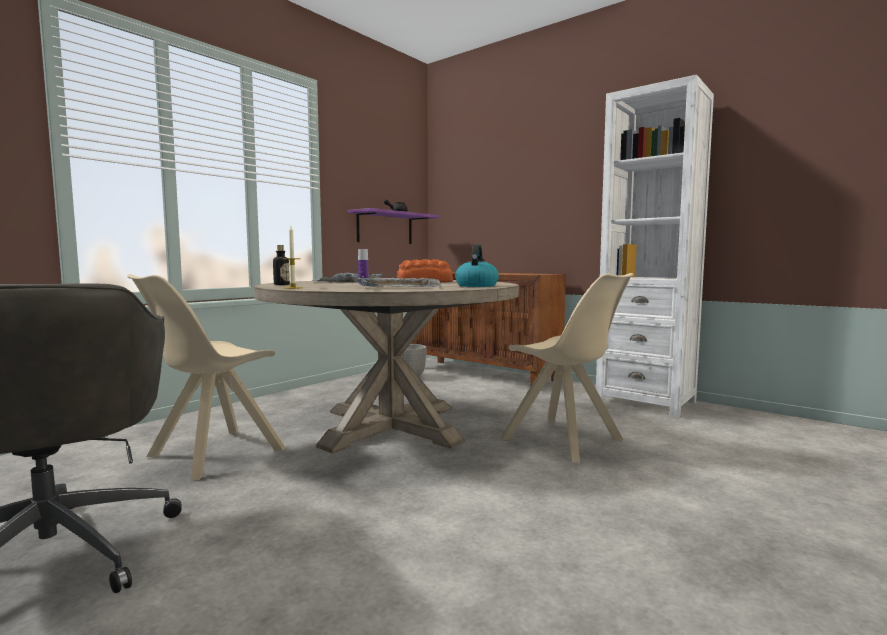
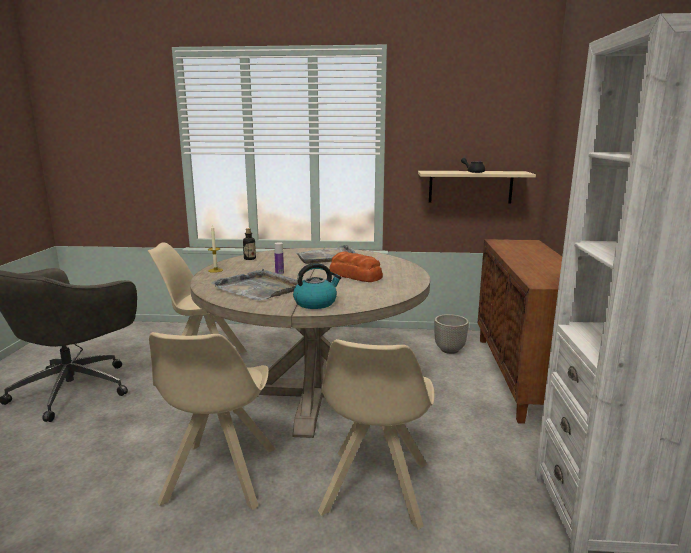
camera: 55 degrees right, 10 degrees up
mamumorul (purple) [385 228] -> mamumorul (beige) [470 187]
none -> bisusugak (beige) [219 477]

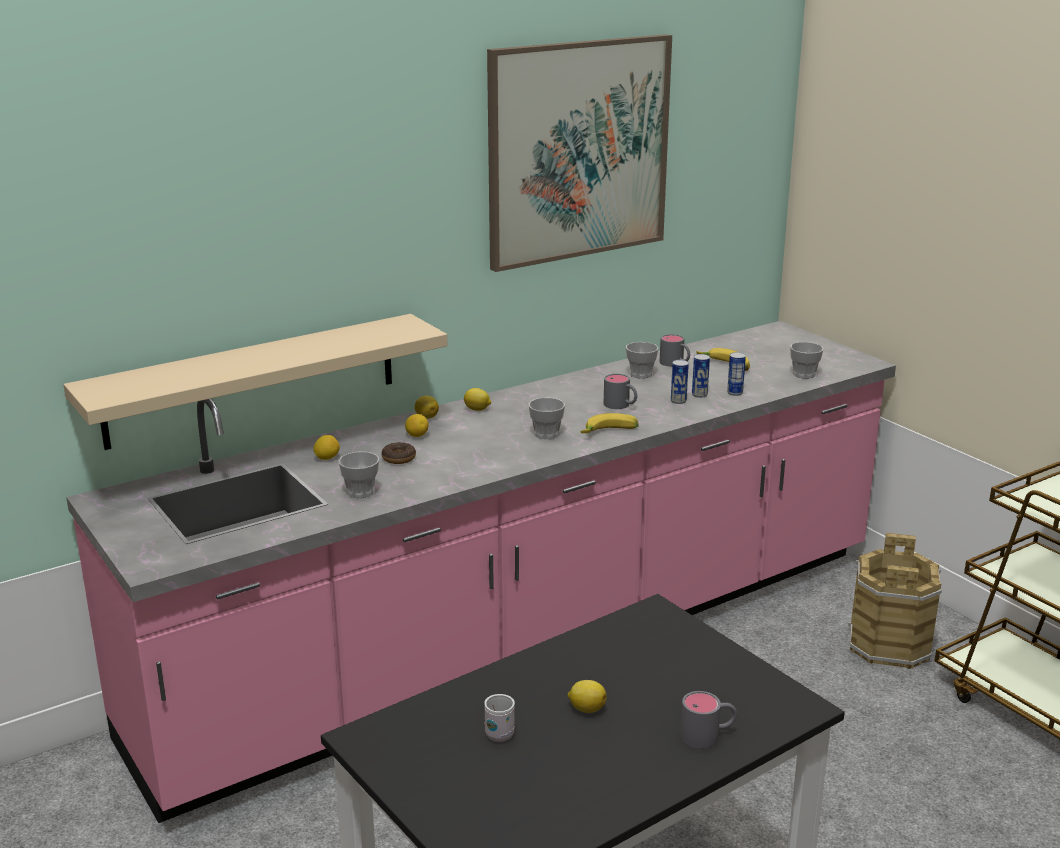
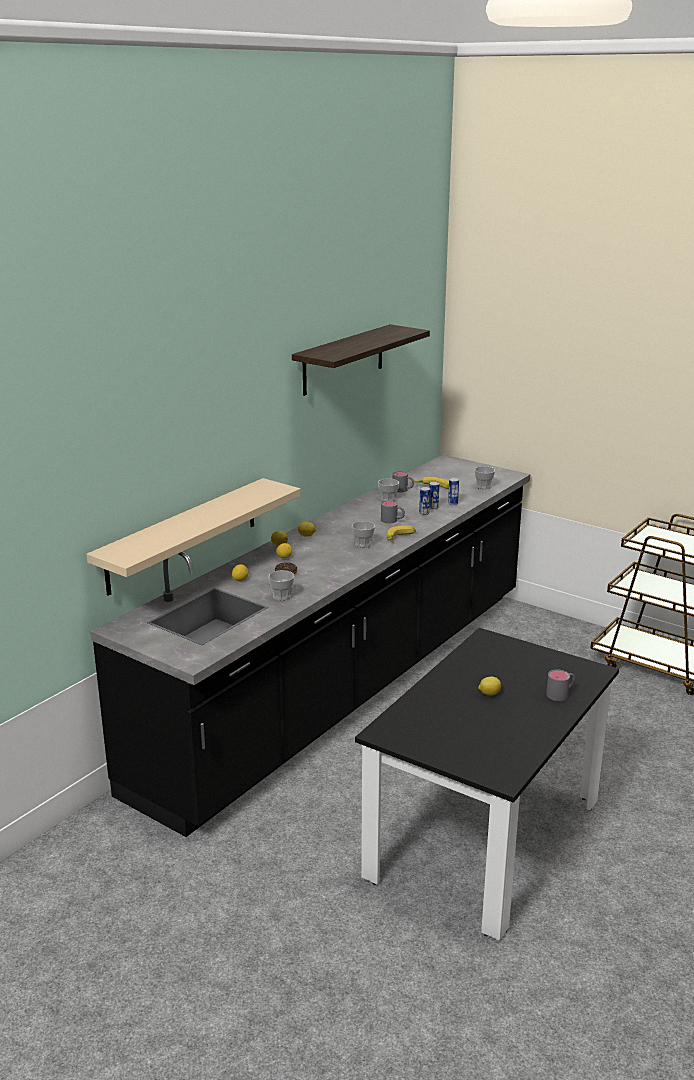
camera: 20 degrees left, 0 degrees up
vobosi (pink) [530 643] -> vobosi (black) [346 684]
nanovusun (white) [501 732] -> none
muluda [578 150] -> mamumorul [343 359]
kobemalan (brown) [888 644] -> none

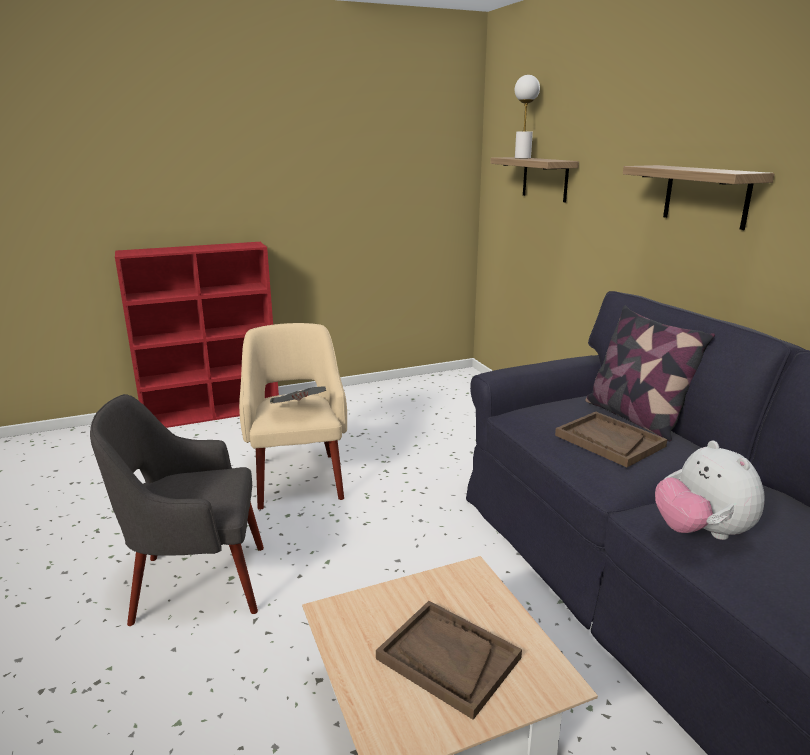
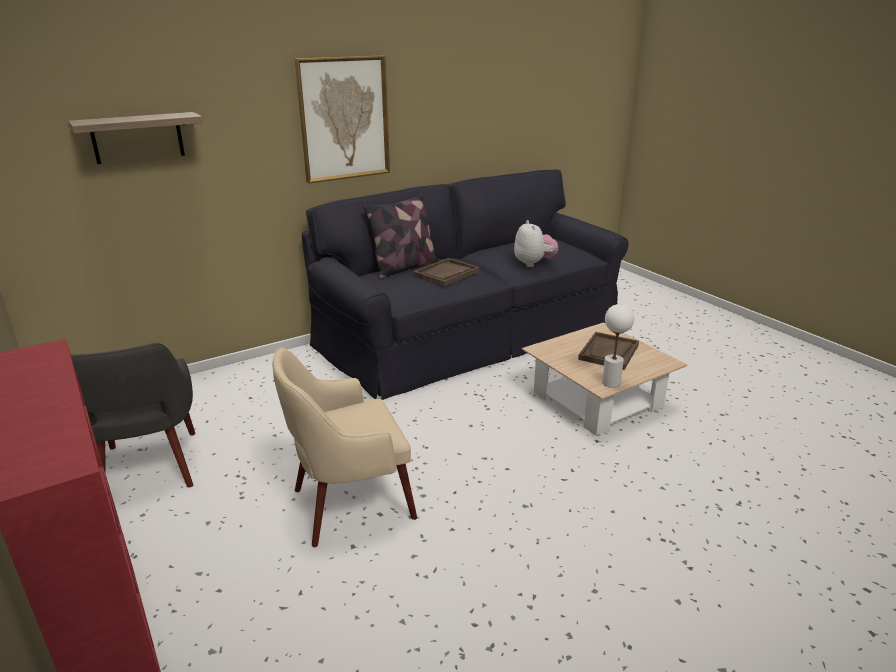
camera: 100 degrees left, 5 degrees up
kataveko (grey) [197 583] -> kataveko (grey) [150 467], shifted
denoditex [298 410] -> none
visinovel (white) [522 158] -> visinovel (white) [611 383], shifted
mamumorul [706 196] -> muluda [344 119]
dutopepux [701 532] -> dutopepux [534 263], 75 degrees counterclockwise

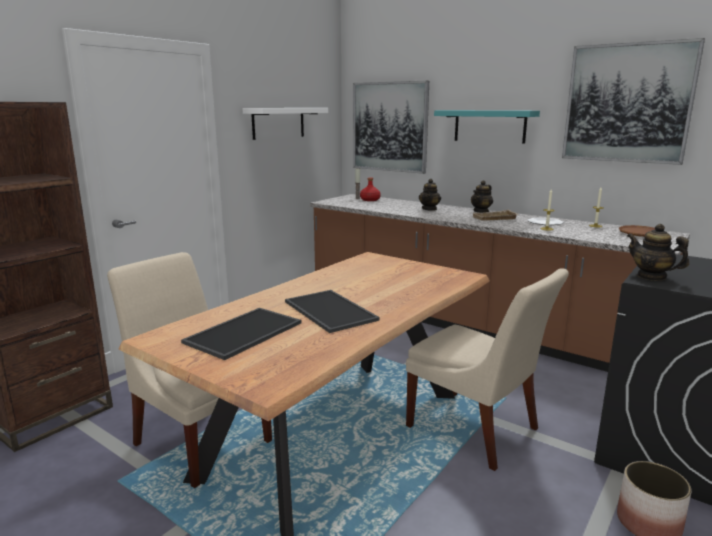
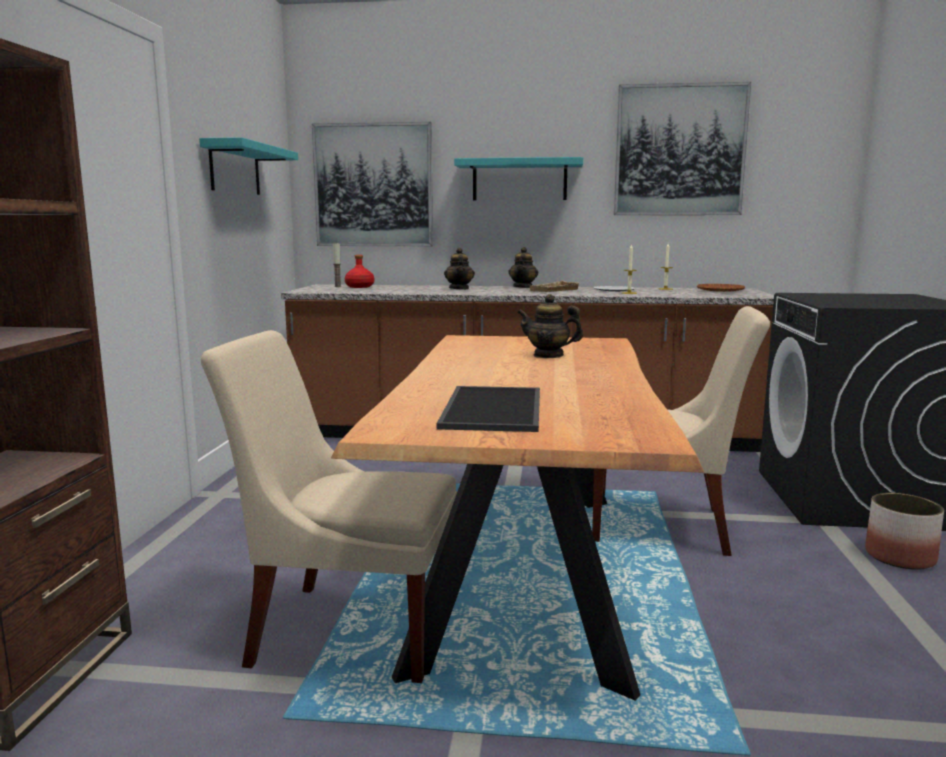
camera: 30 degrees left, 5 degrees down
mamumorul (white) [278 123] -> mamumorul (turquoise) [235 169]
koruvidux [328 310] -> none
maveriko [651 276] -> maveriko [548 355], shifted

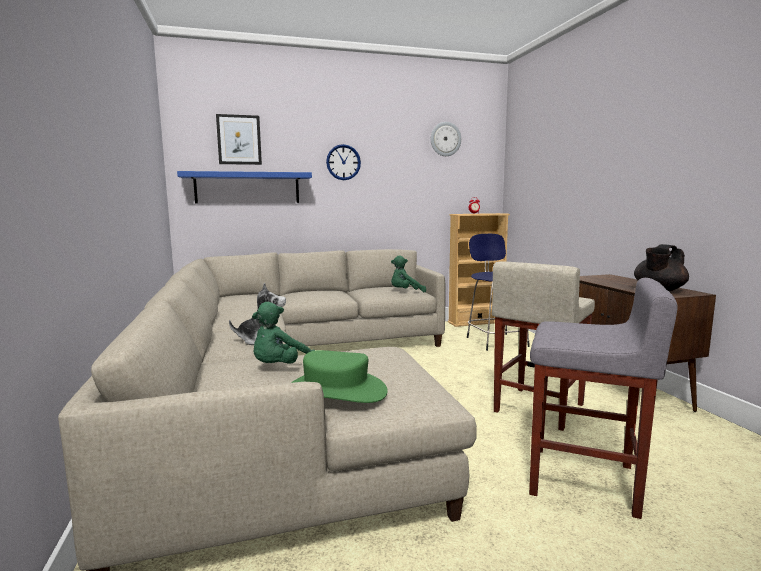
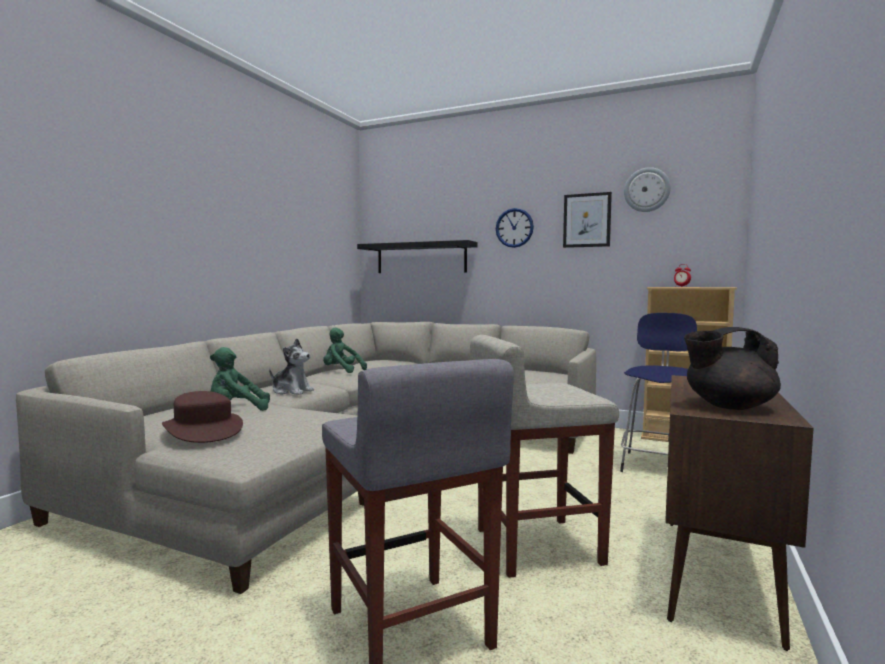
camera: 40 degrees right, 5 degrees down
mamumorul (blue) [247 188] -> mamumorul (black) [421 258]
muluda [239 140] -> muluda [587 220], shifted
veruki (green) [336 391] -> veruki (brown) [203 430]
dutopepux (green) [405 292] -> dutopepux (green) [341 371], shifted

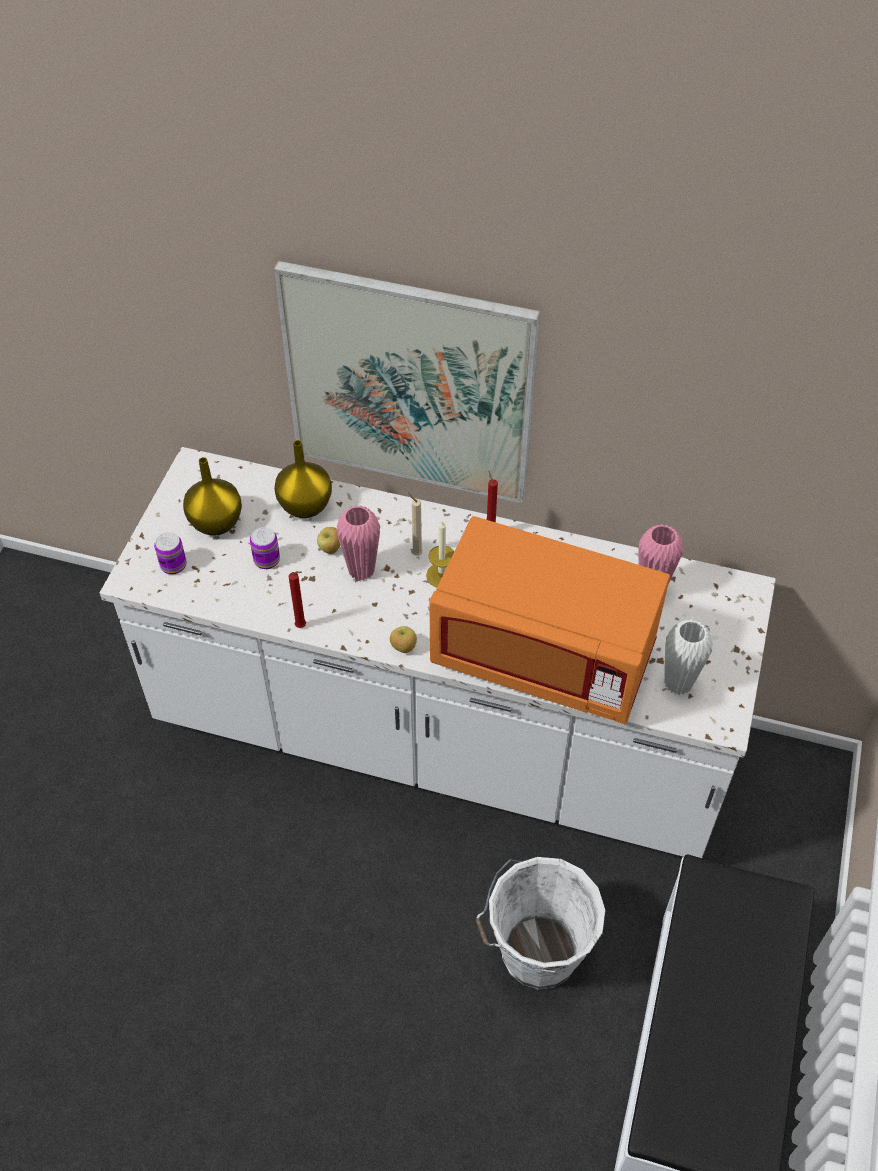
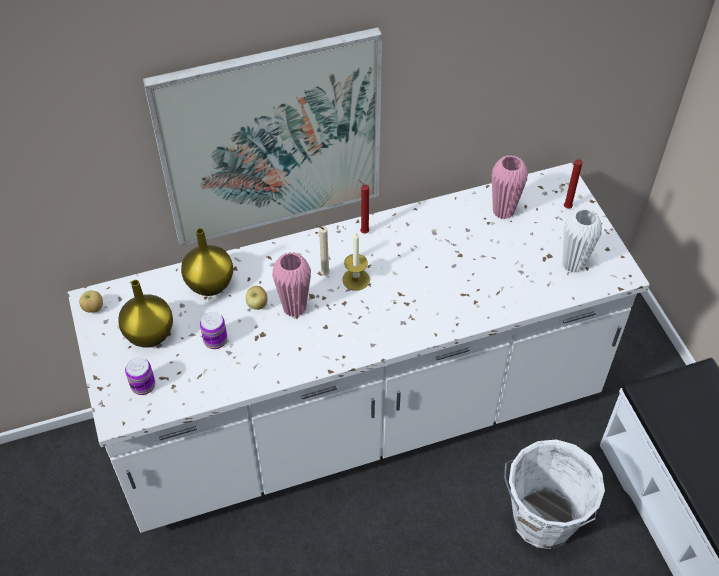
camera: 35 degrees left, 0 degrees up
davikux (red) [302 626] -> davikux (red) [569 207], shifted
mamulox [403 648] -> mamulox [93 309], shifted
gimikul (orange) [544 656] -> none

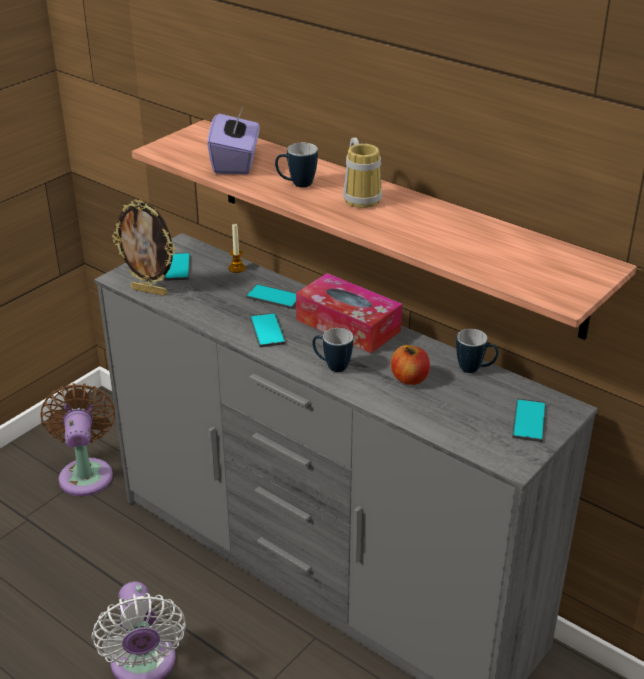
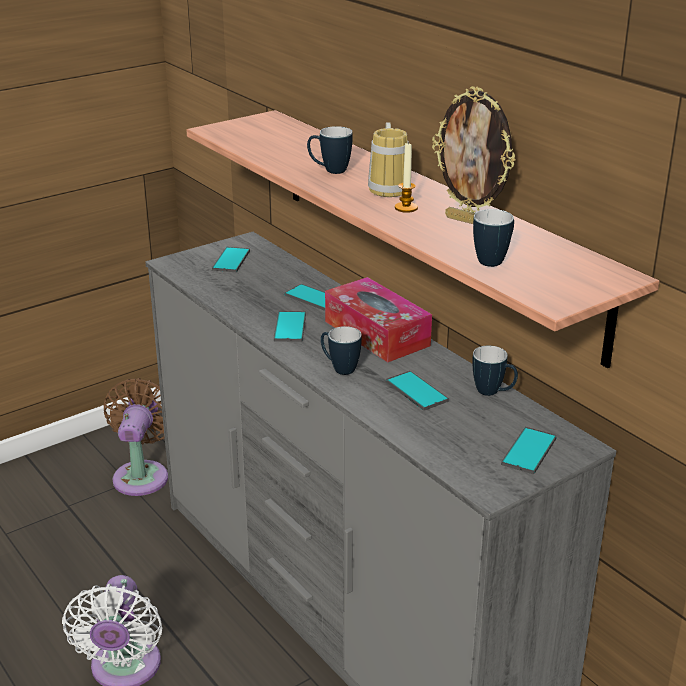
camera: 15 degrees right, 5 degrees down
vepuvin [150 291] -> vepuvin [470 221], shifted
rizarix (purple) [235 163] -> none
davikux [237 268] -> davikux [406 208], shifted
mamulox [409 378] -> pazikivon [416 391]
none -> nanovusun [495 260]

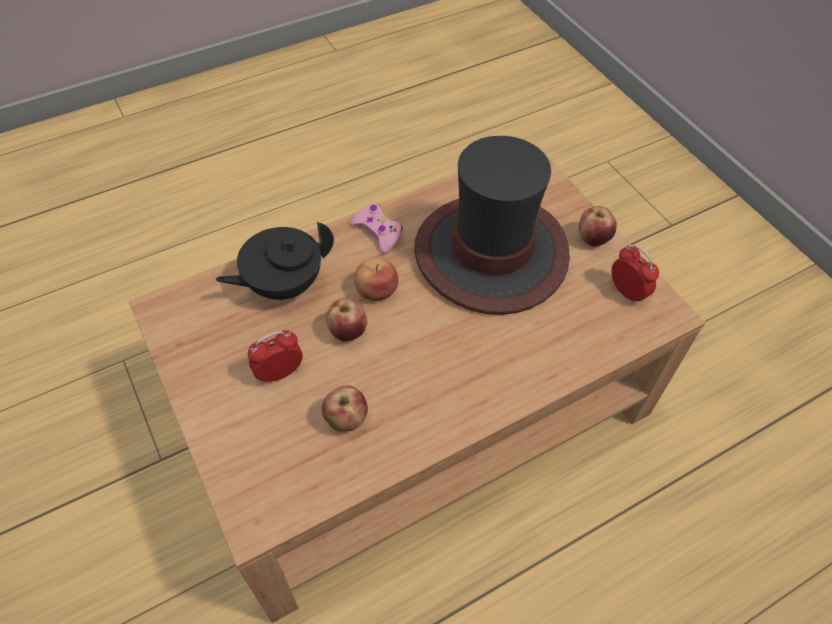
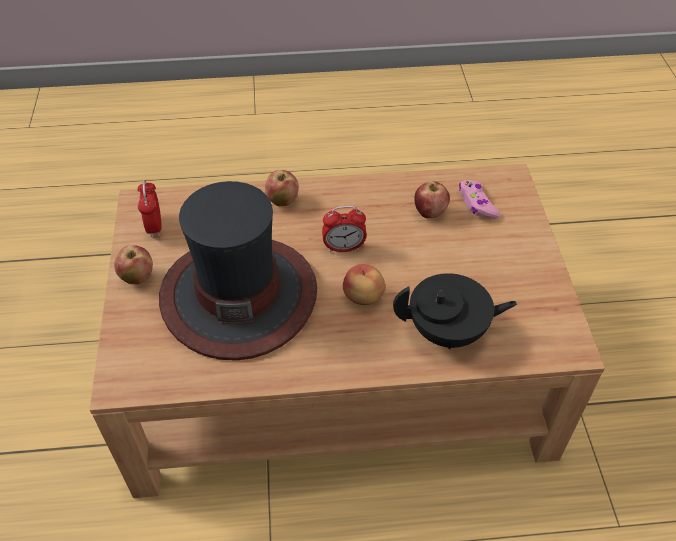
camera: 155 degrees left, 5 degrees down
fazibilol [279 373] -> fazibilol [344 248], shifted
mamulox [348 332] -> mamulox [282 201], shifted
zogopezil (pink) [378 232] -> zogopezil (pink) [477 204], shifted

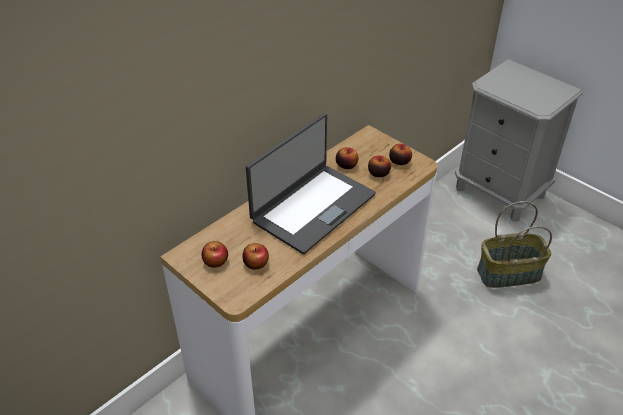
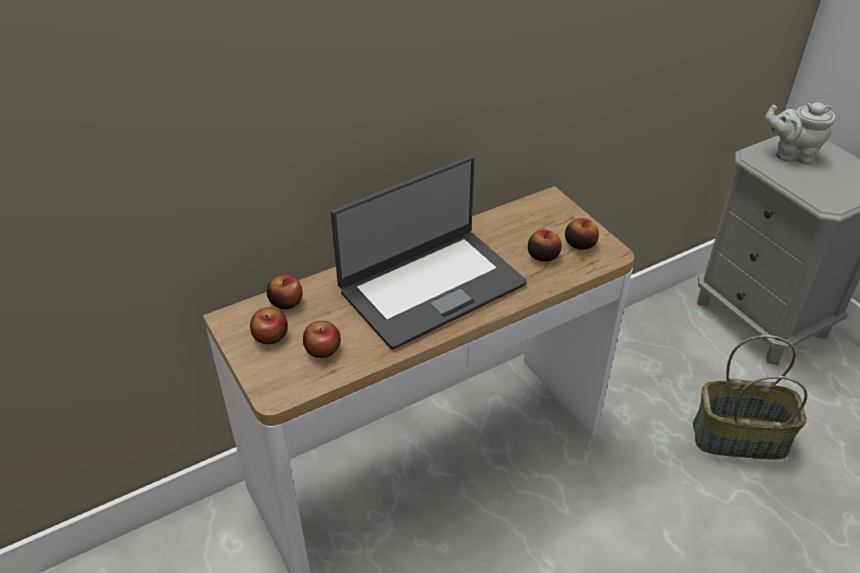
camera: 15 degrees right, 0 degrees up
mamulox [346 165] -> mamulox [286 302], shifted
none -> maveriko (grey) [791 154]

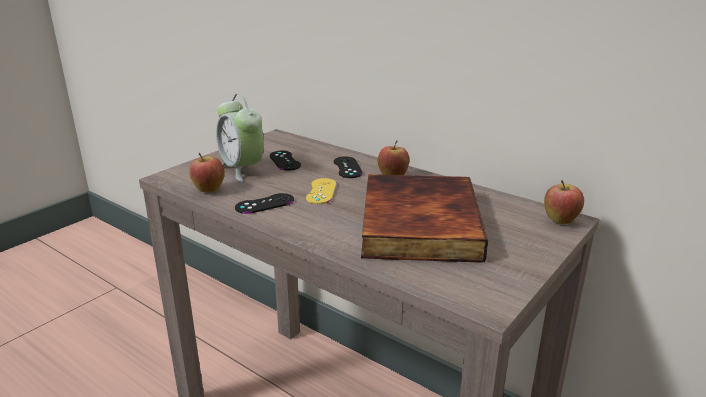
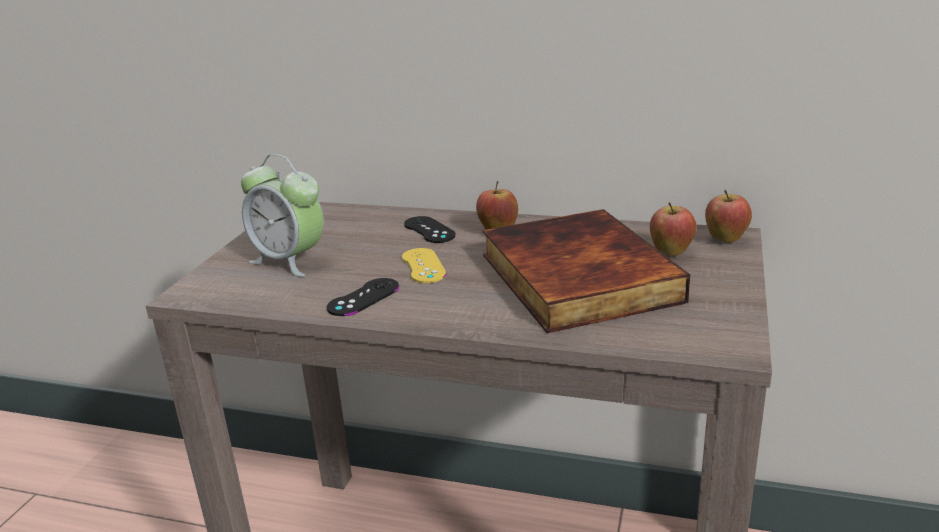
camera: 20 degrees left, 0 degrees up
mamulox [209 190] -> mamulox [671 253], shifted
zogopezil (black) [285 161] -> none

